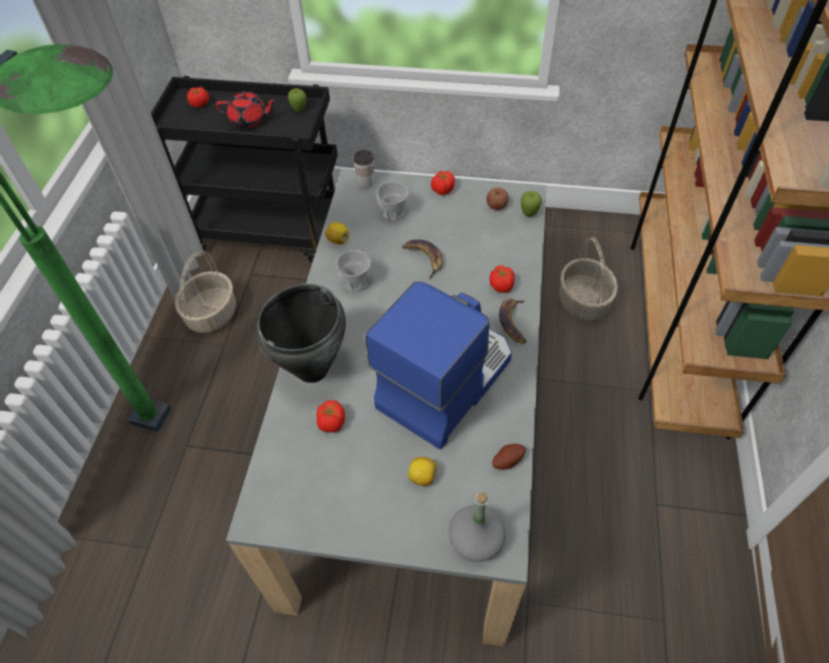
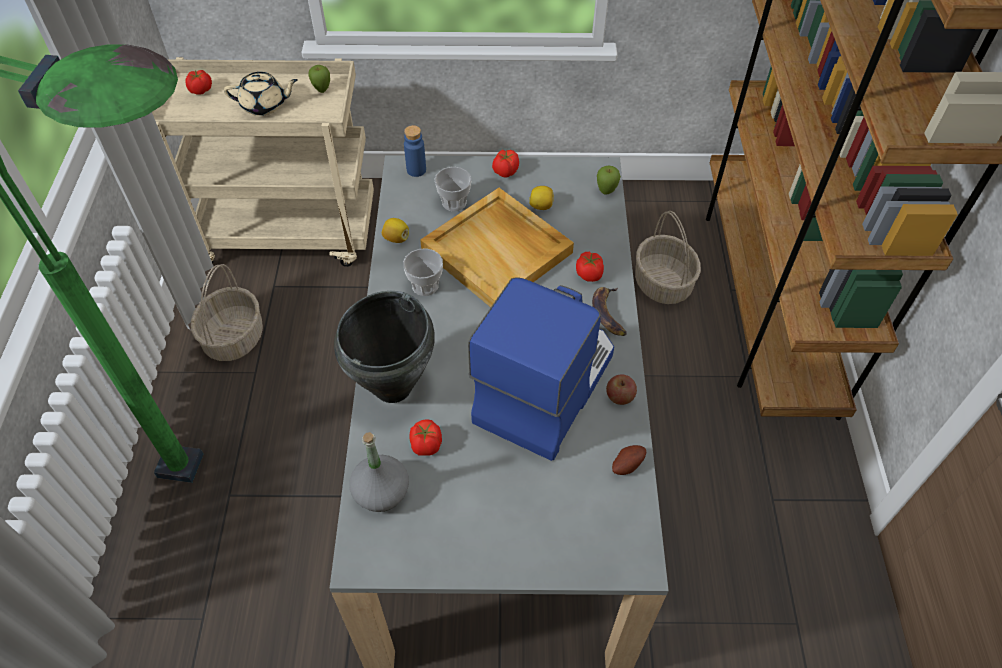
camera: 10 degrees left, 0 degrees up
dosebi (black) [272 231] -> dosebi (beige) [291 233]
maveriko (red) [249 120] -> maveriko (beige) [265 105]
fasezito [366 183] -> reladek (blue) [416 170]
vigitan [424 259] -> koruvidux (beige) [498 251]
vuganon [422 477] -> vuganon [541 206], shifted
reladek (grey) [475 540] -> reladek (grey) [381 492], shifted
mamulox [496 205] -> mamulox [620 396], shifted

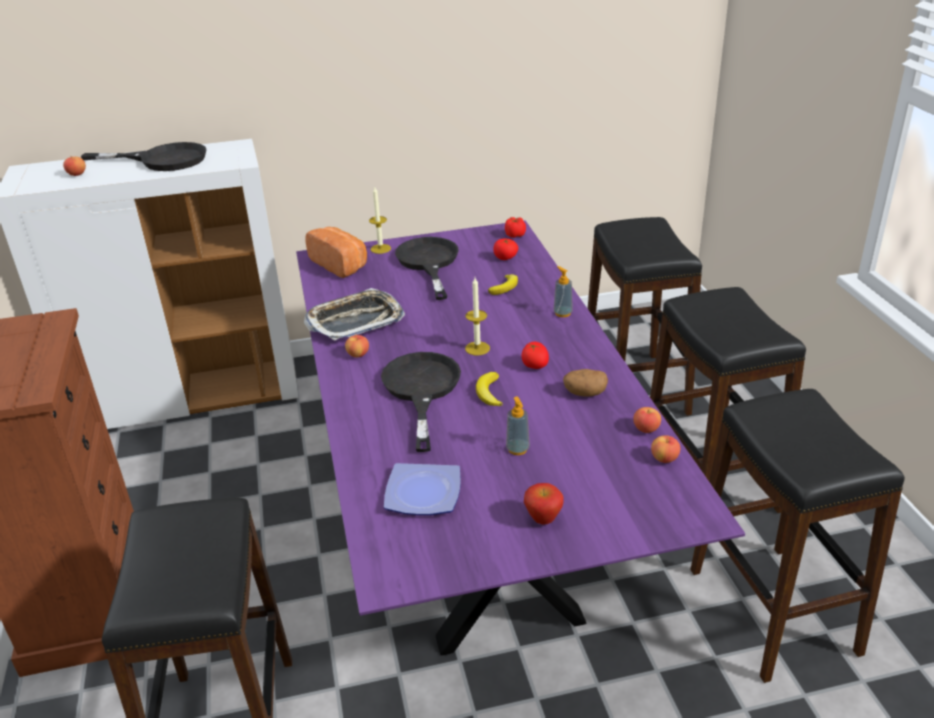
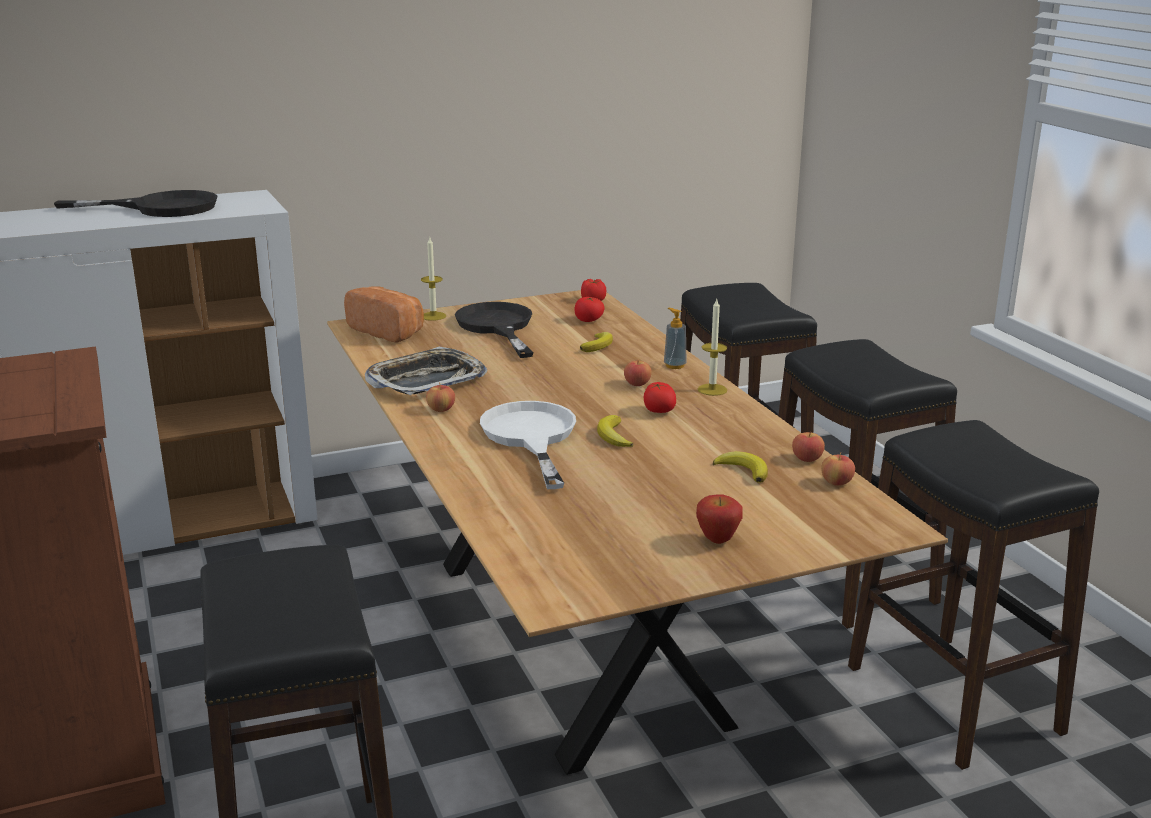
camera: 10 degrees left, 10 degrees down
mamulox [77 174] -> mamulox [637 384], shifted
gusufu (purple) [474 525] -> gusufu (brown) [575 639]
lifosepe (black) [421 390] -> lifosepe (white) [531 437]
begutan [424 492] -> none
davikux [477 348] -> davikux [712 389], shifted
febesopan [517 449] -> none
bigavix [584 393] -> none
none -> vigitan [743 470]

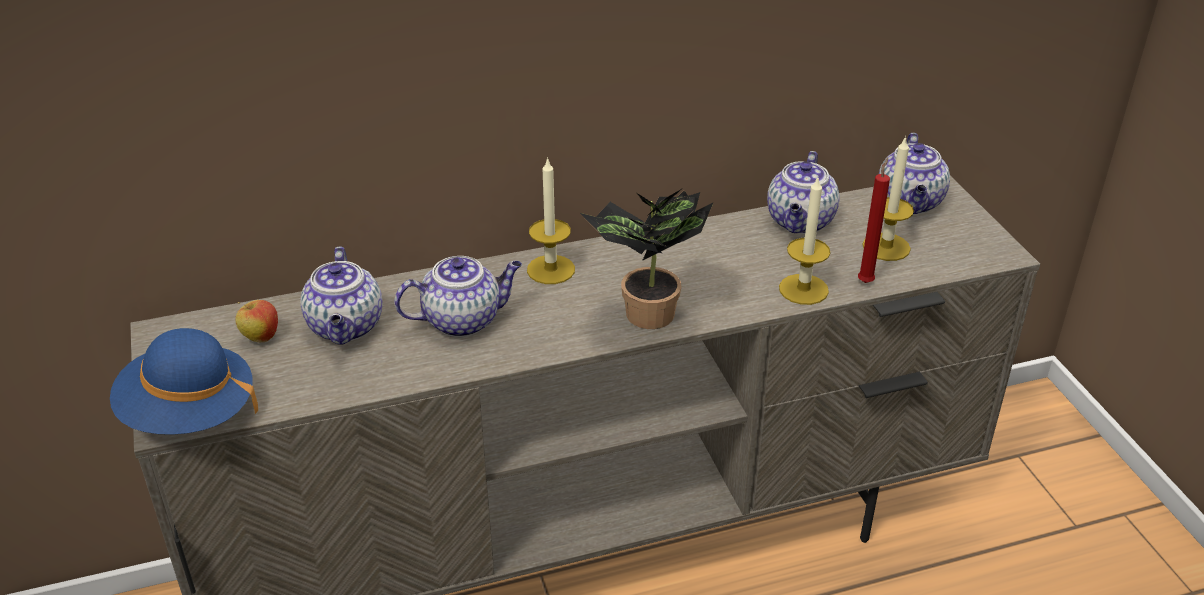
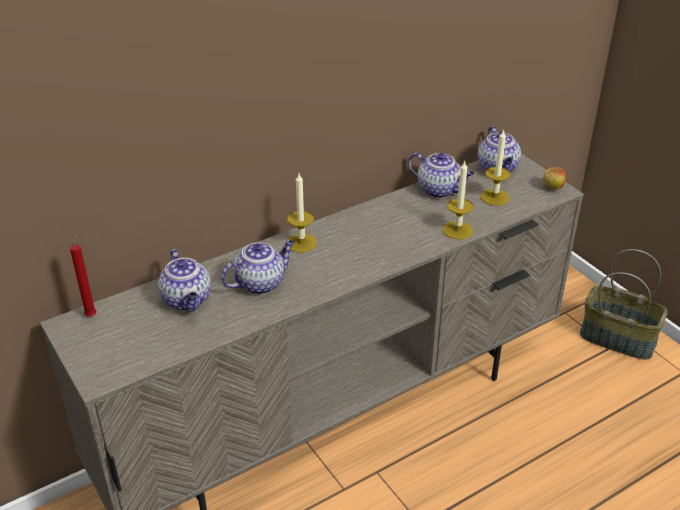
camera: 15 degrees left, 0 degrees up
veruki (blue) [189 413] -> none
mamulox [260 337] -> mamulox [552 188], shifted
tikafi [644 317] -> none
maveriko [800 222] -> maveriko [439 190], 60 degrees counterclockwise
davikux (red) [866 281] -> davikux (red) [92 314], shifted
none -> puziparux [618 338]

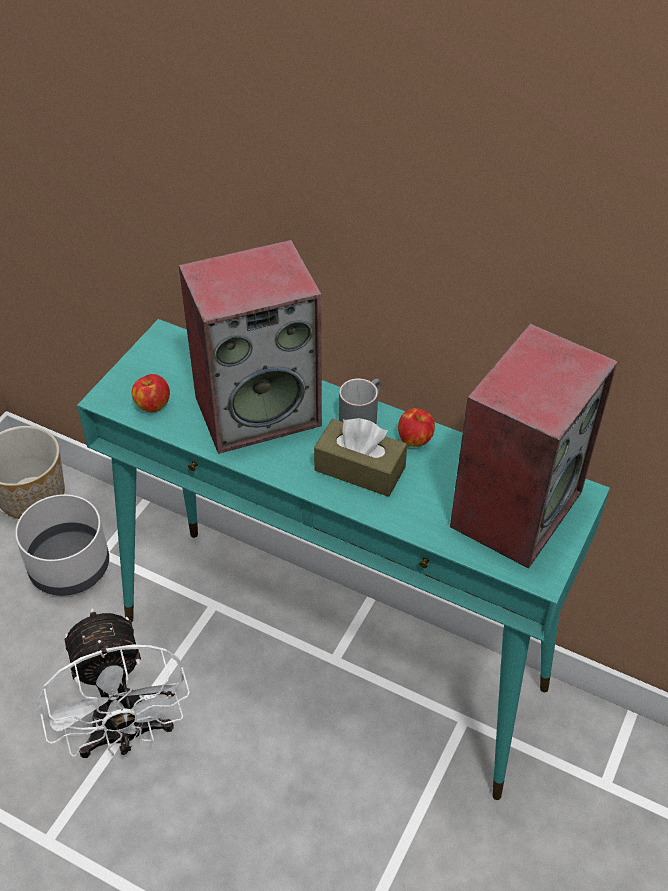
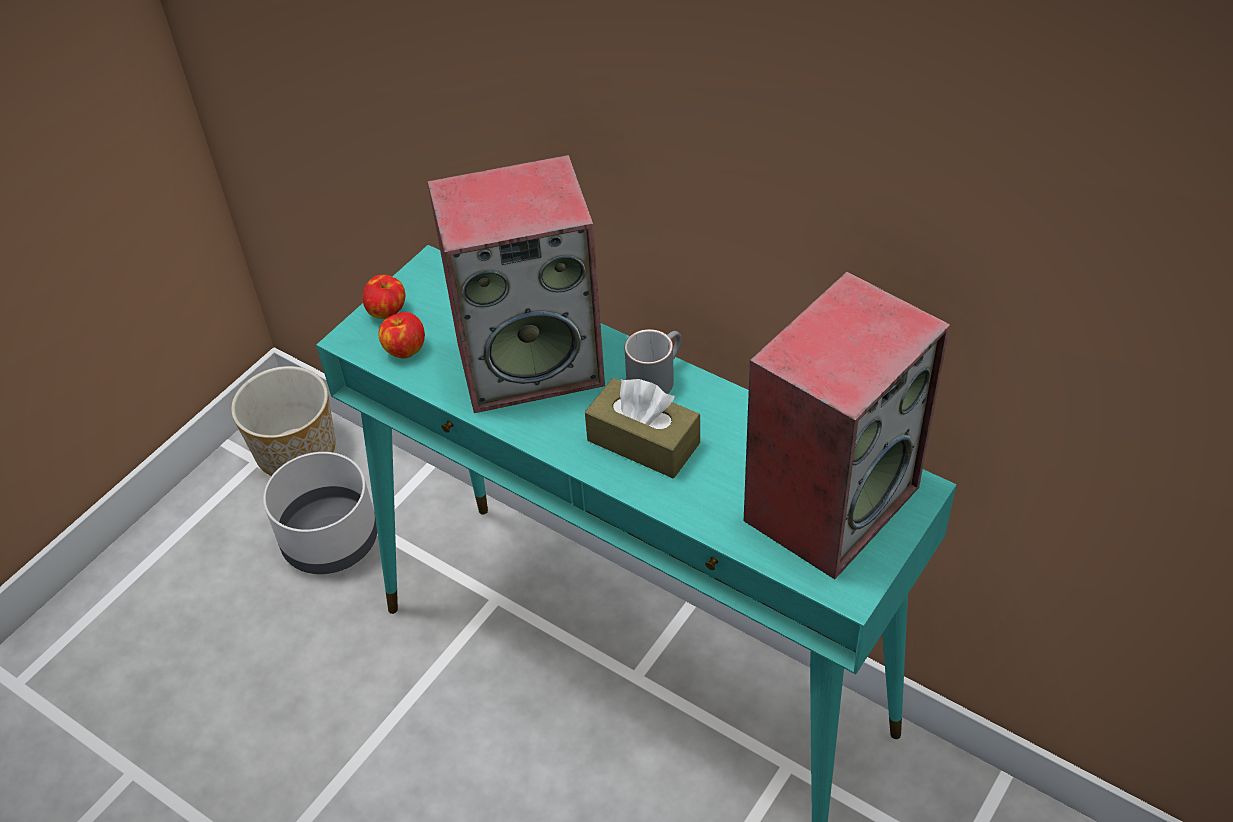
camera: 10 degrees right, 0 degrees up
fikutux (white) [126 735] -> none
mamulox [415 440] -> mamulox [387 312], shifted

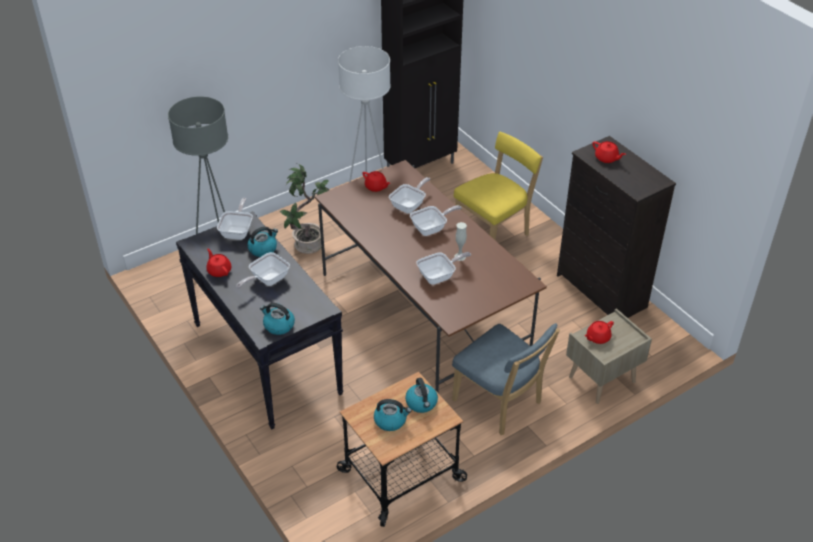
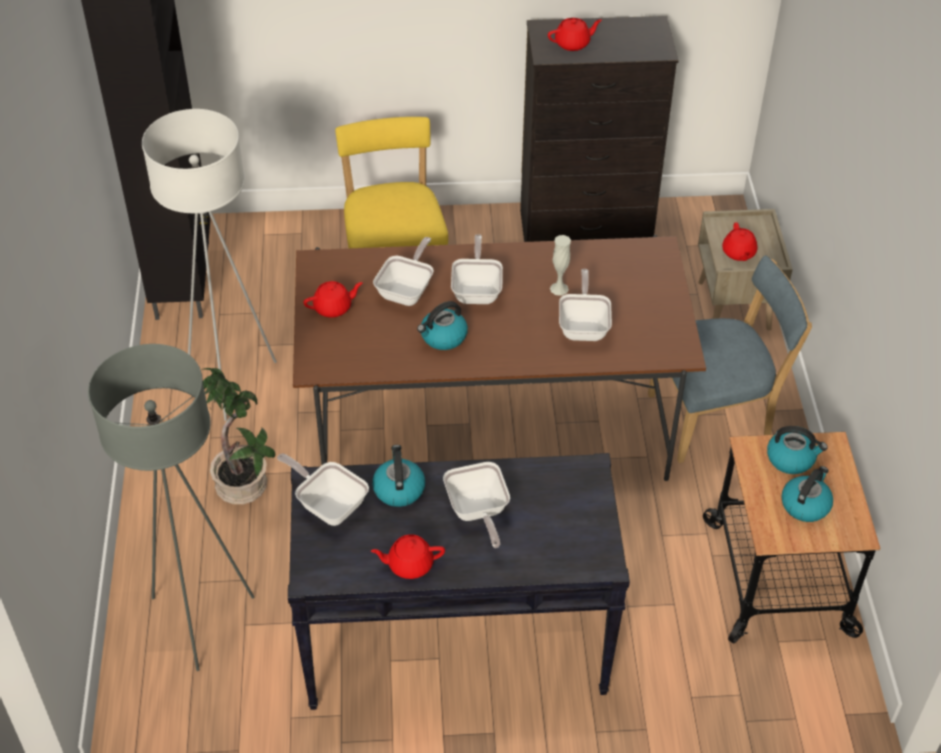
camera: 60 degrees left, 5 degrees up
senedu [278 325] -> senedu [443 337], shifted
lifosepe [410 205] -> lifosepe [407 290], 45 degrees clockwise

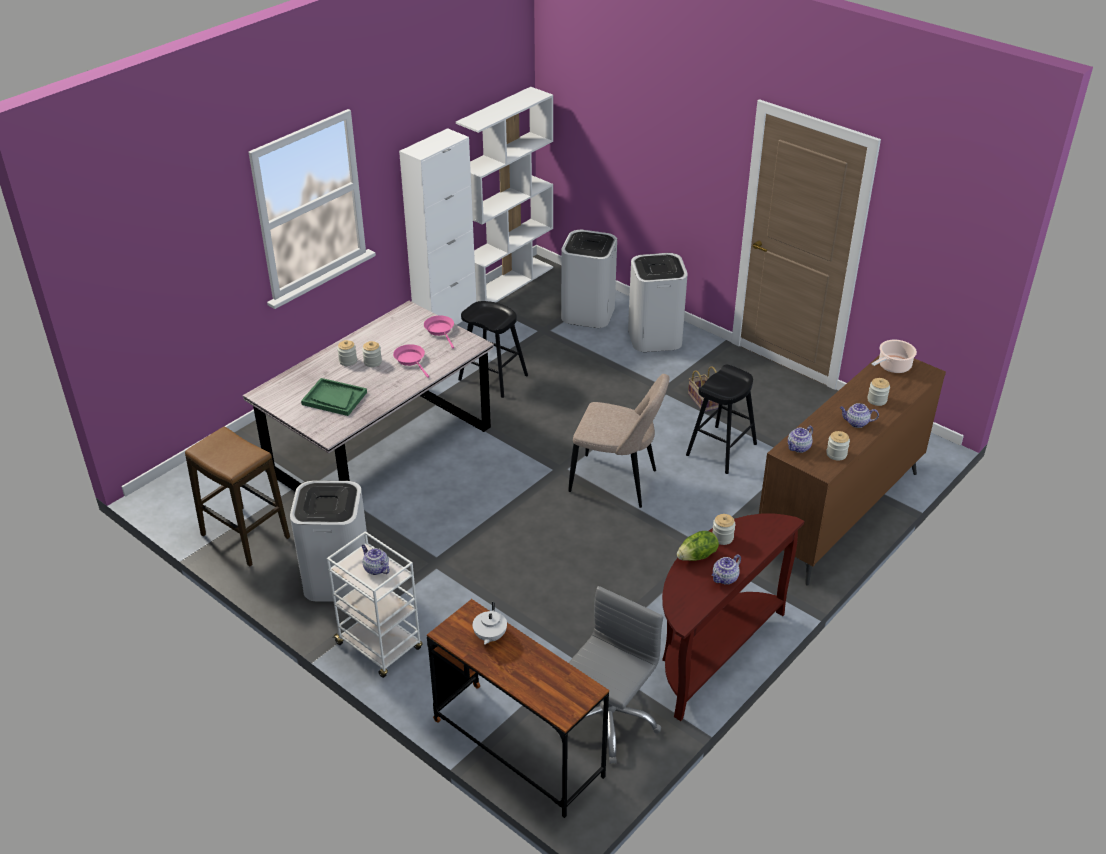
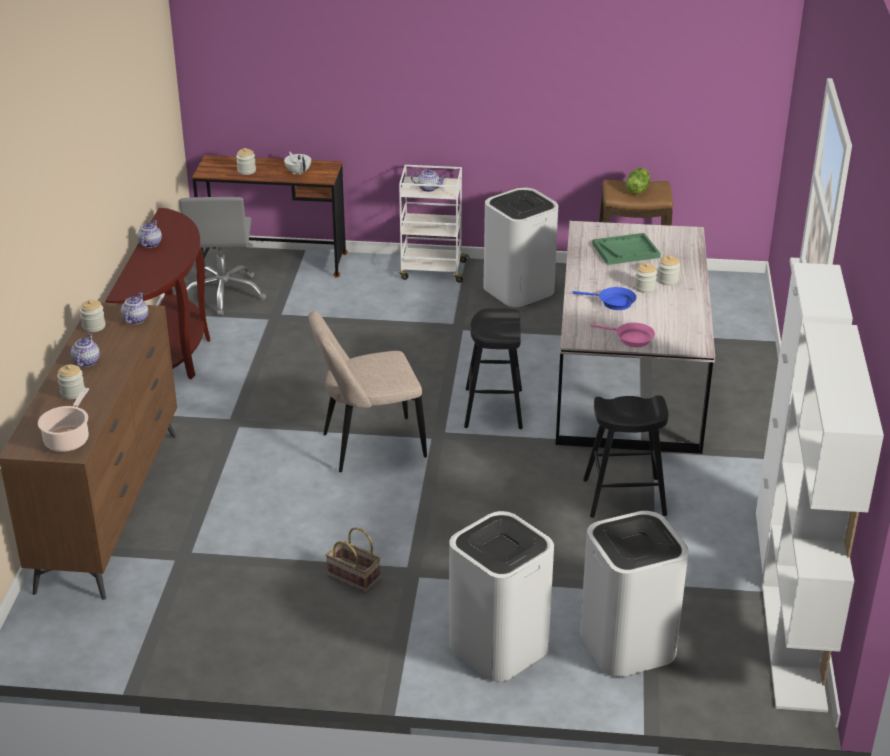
camera: 145 degrees right, 5 degrees down
lifosepe (pink) [411 360] -> lifosepe (blue) [613 302]
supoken [697 556] -> supoken [637 190], shifted
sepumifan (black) [721 449] -> sepumifan (black) [493 408], shifted
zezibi [722 537] -> zezibi [246 171], shifted
maveriko [856 423] -> maveriko [86 361], 60 degrees counterclockwise

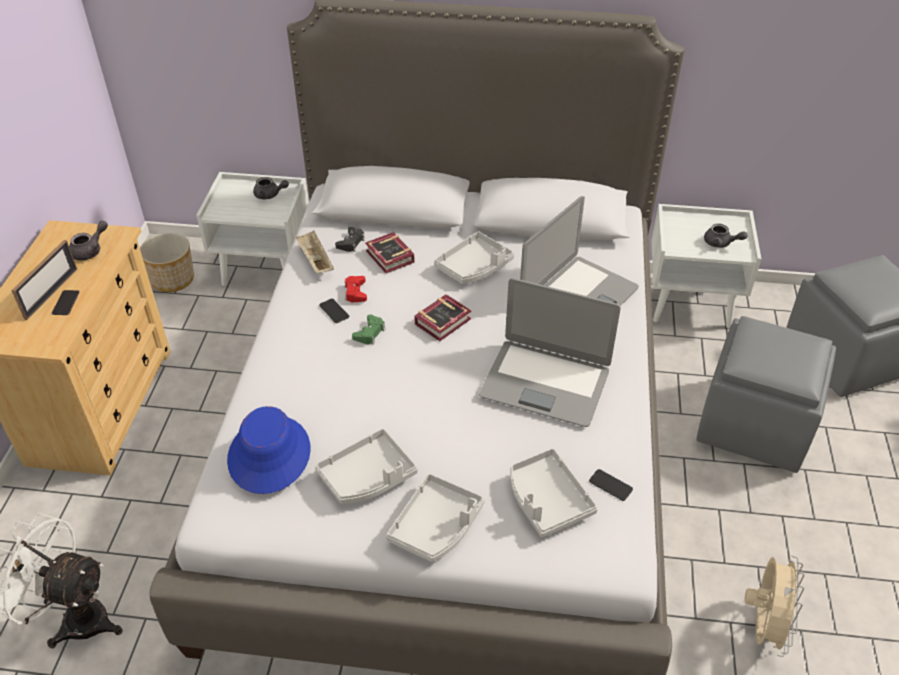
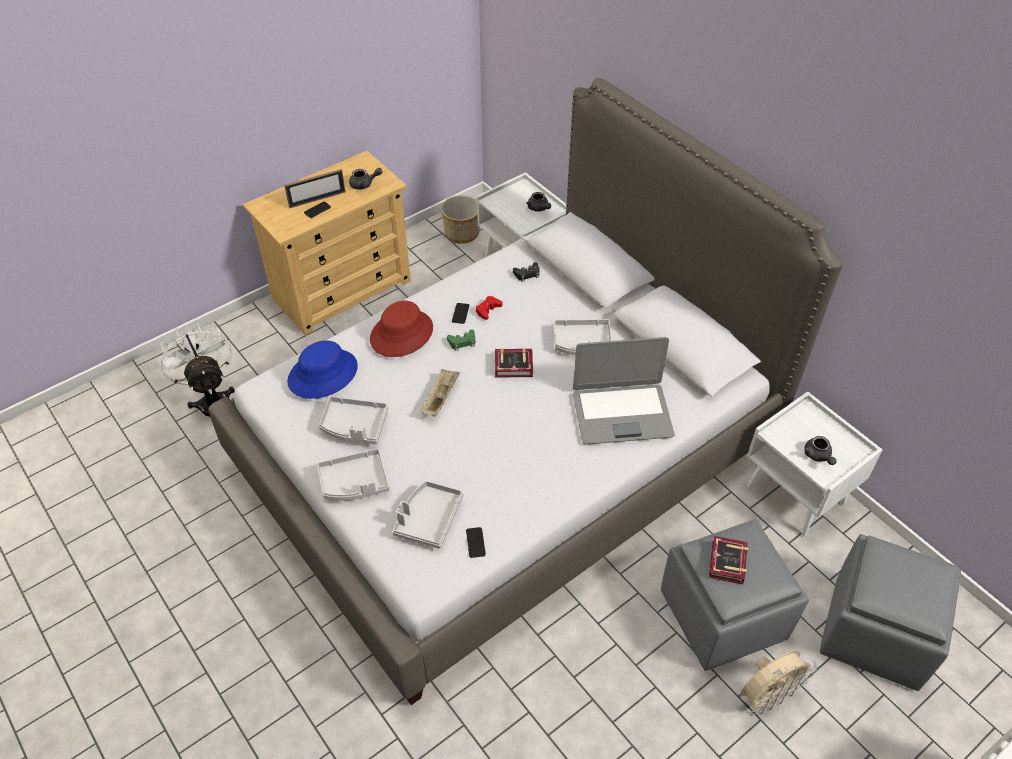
camera: 45 degrees right, 5 degrees up
koruvidux (beige) [315 261] -> koruvidux (beige) [440 398], shifted
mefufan [390 258] -> mefufan [725 564], shifted
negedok [545 382] -> none
fikutux (beige) [763 626] -> fikutux (beige) [767 696], shifted
none -> veruki (red) [401 334]

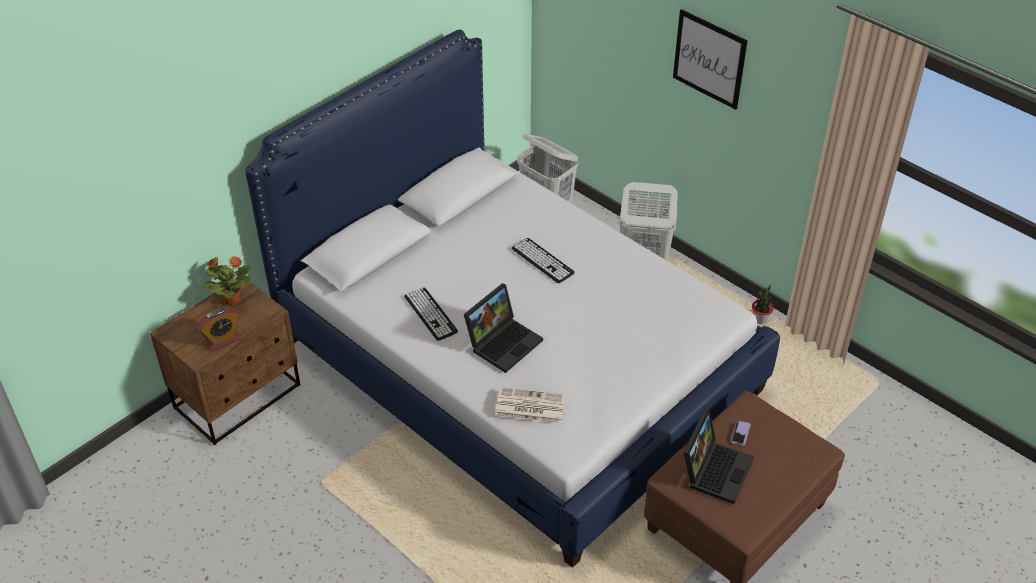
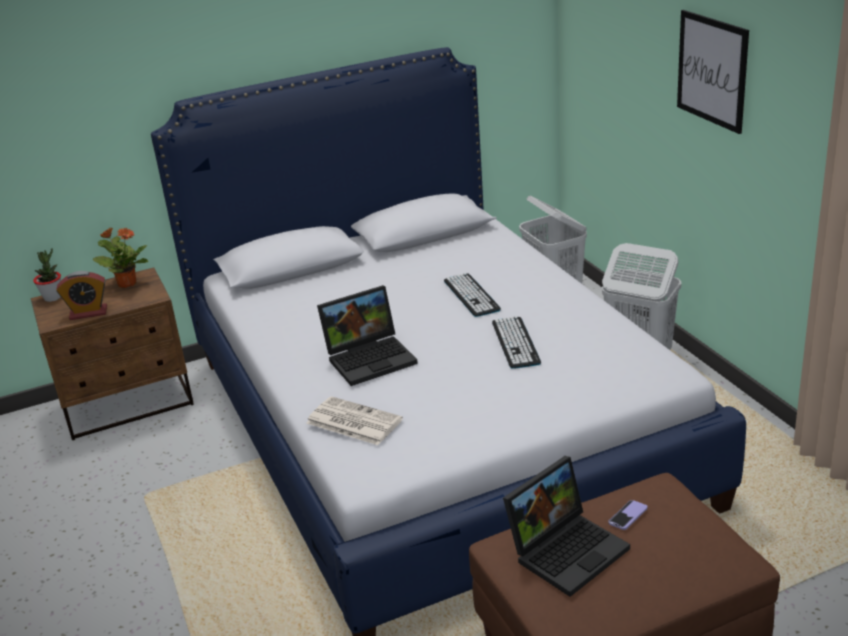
camera: 25 degrees right, 15 degrees down
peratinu [430 314] -> peratinu [515 343], shifted
tikafi [760 319] -> tikafi [53 297], shifted

